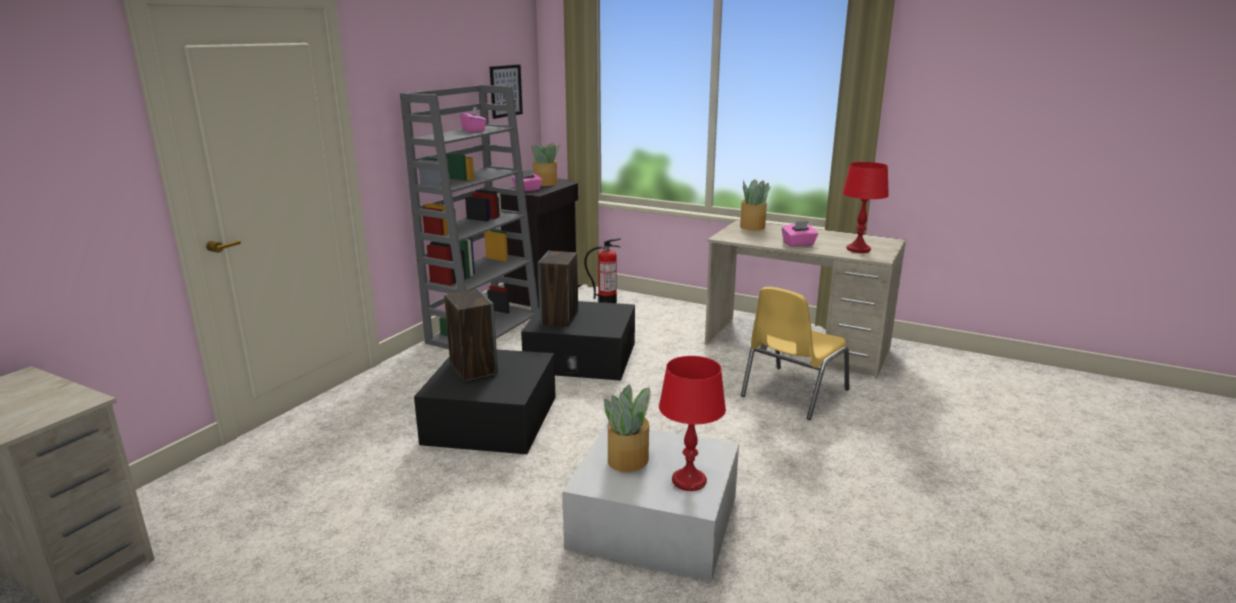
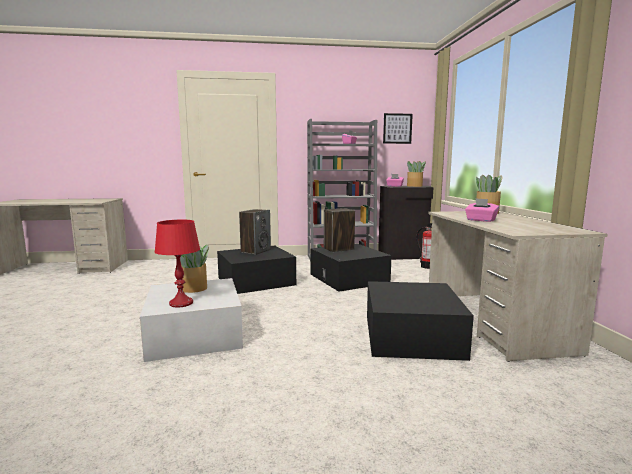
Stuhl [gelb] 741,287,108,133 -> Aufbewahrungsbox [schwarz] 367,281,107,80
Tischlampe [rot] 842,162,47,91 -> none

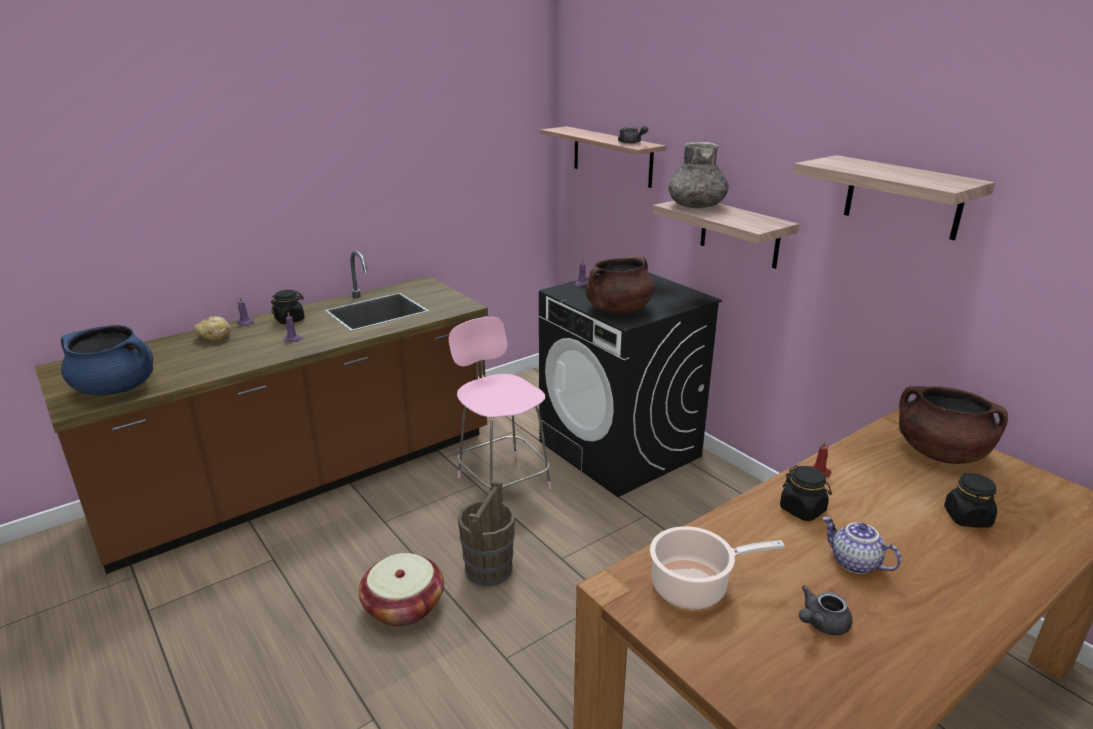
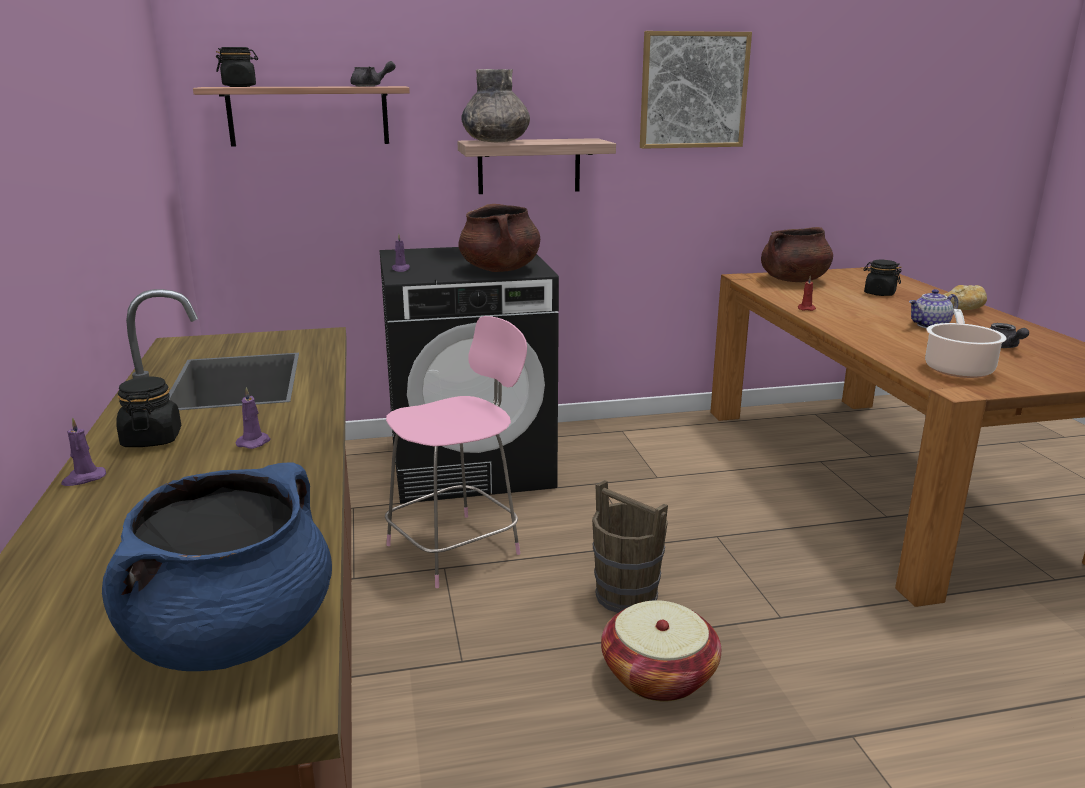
Brot 194,316,37,25 -> Brot 943,285,44,25, moved
Stuhl [rosa] 449,317,102,175 -> Stuhl [rosa] 385,316,142,272, 150 degrees clockwise
Vorratsglas [schwarz] 780,465,52,56 -> Vorratsglas [schwarz] 216,47,42,40, moved
Wandregal 793,155,202,85 -> Bild 640,31,112,118

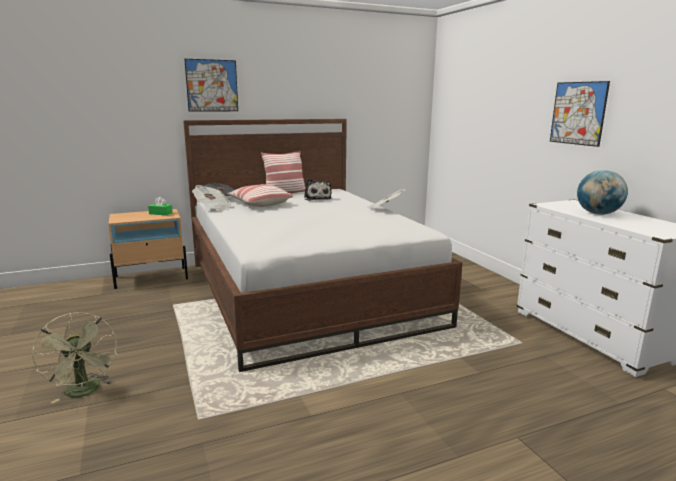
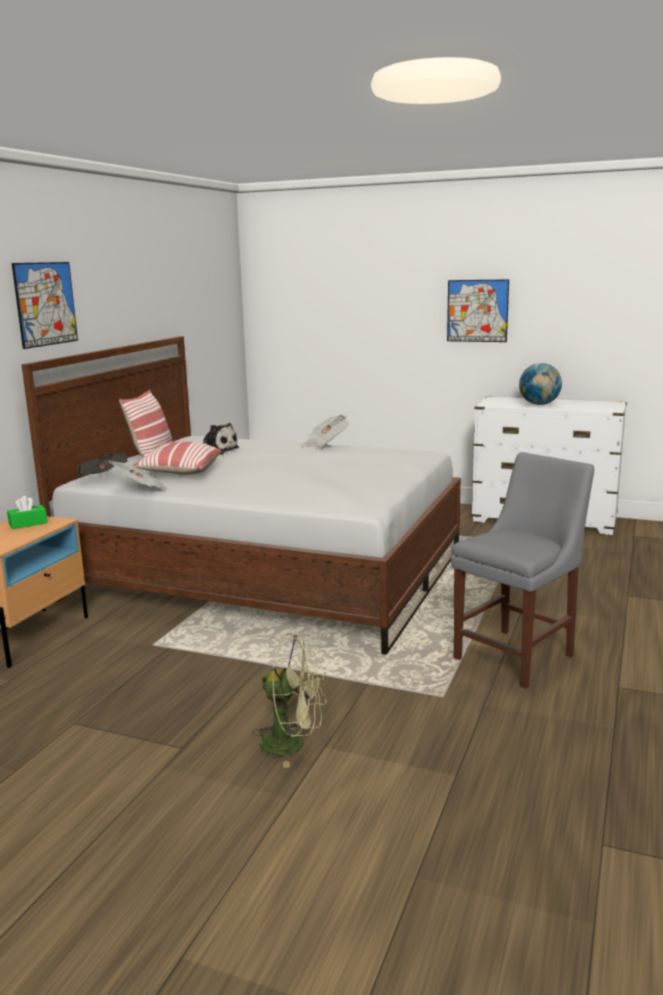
none -> Stuhl [grau] 451,452,143,237

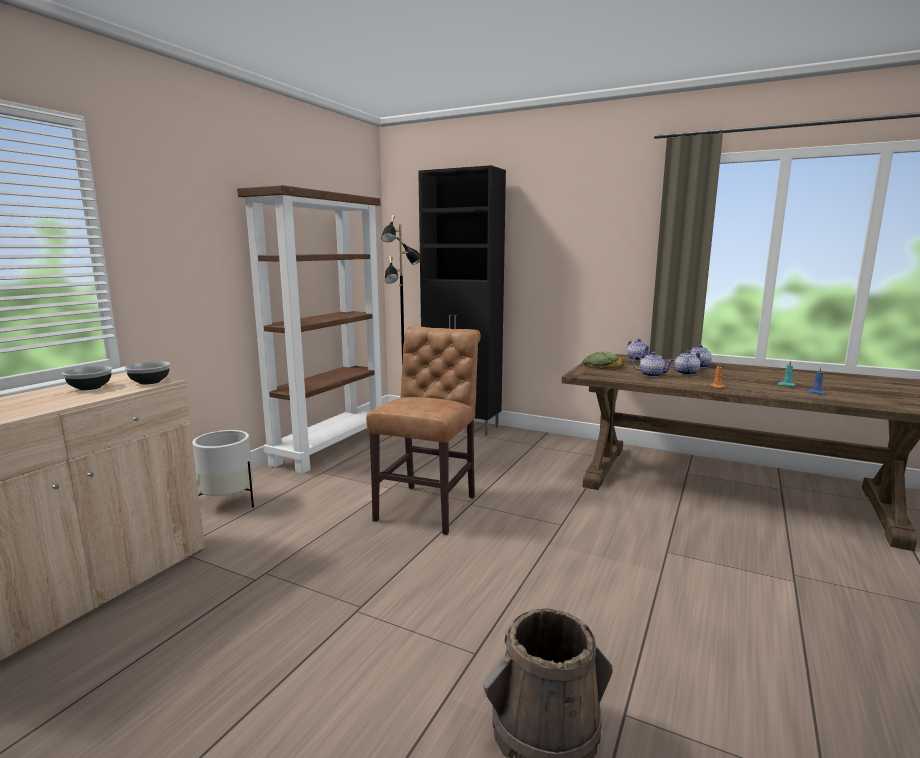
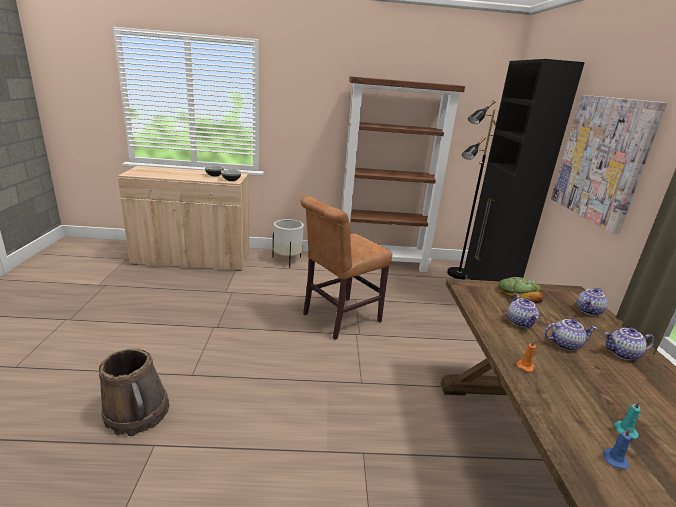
Stuhl [braun] 366,326,115,209 -> Stuhl [braun] 300,196,92,144, 150 degrees clockwise
none -> Bild 551,95,116,139

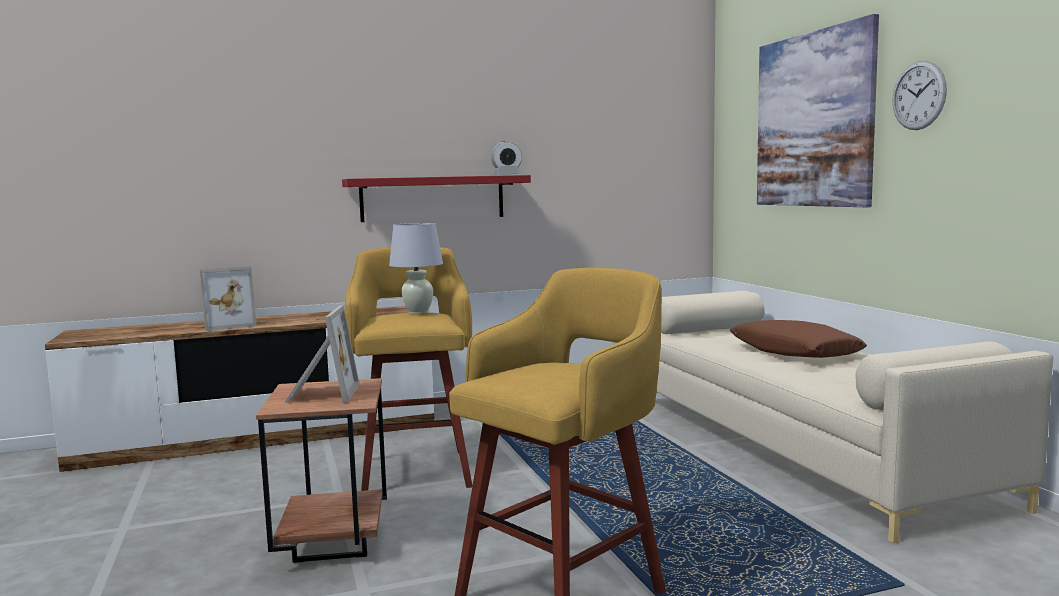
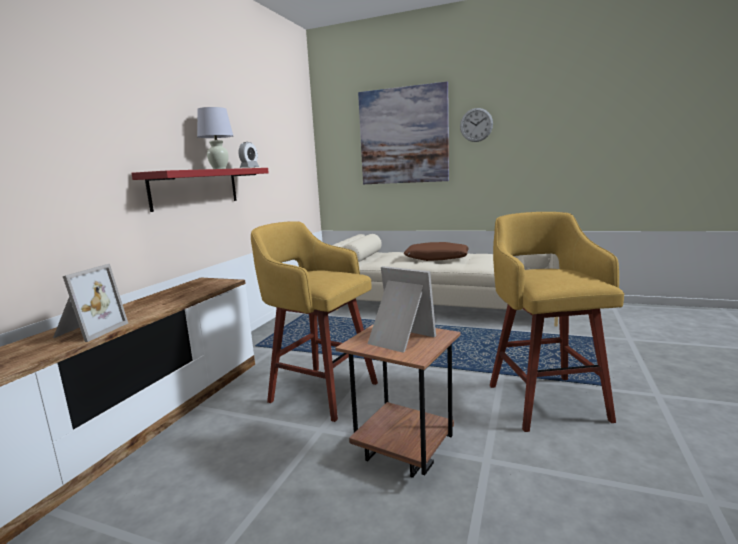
Tischlampe [weiß] 389,223,54,91 -> Tischlampe [weiß] 197,107,36,62, moved

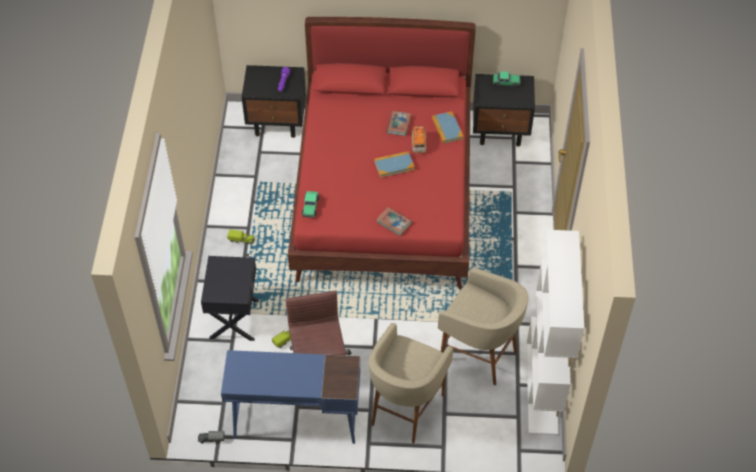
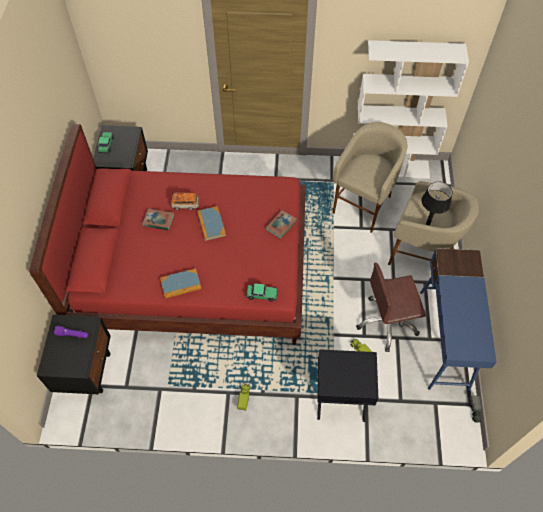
Buch 432,111,32,33 -> Buch 160,268,41,31, moved
none -> Tischlampe [schwarz] 421,182,32,44

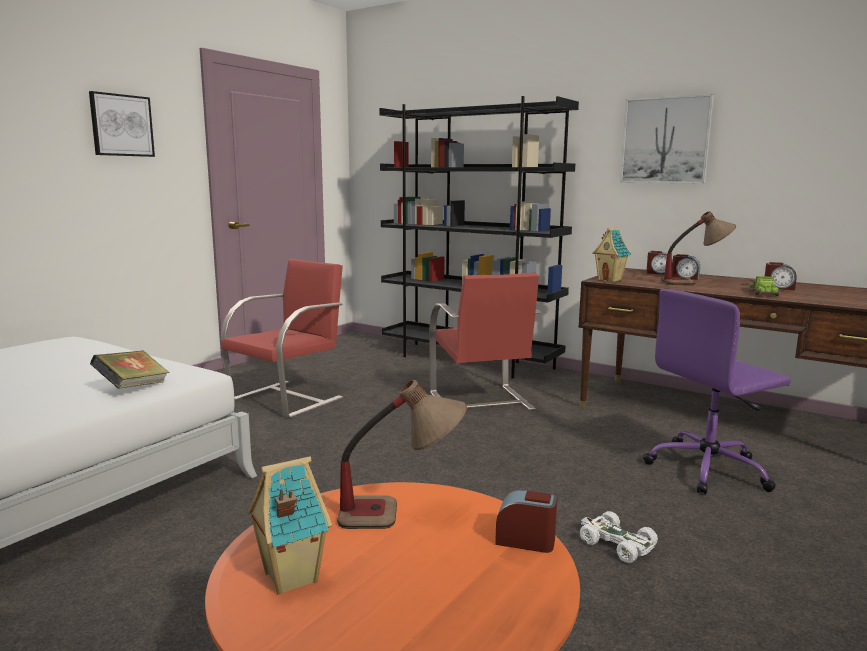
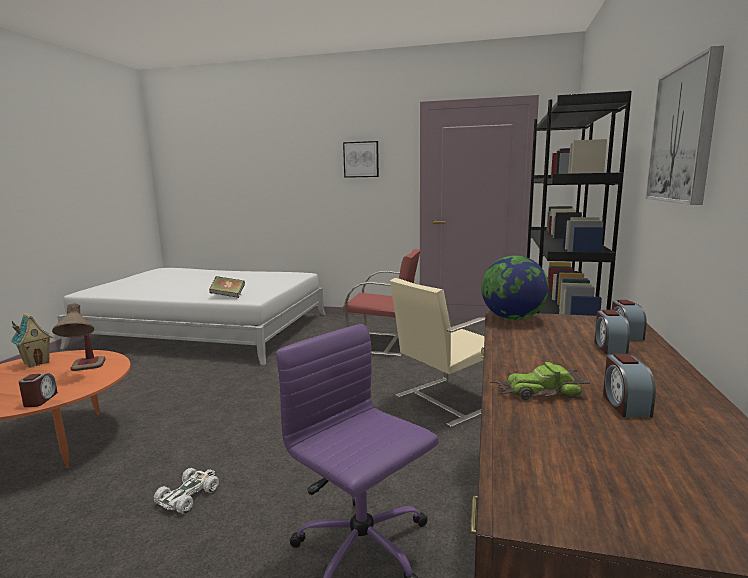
Stuhl [rot] 429,273,112,138 -> Stuhl [beige] 390,278,95,150
Spielzeughaus 593,227,38,55 -> Globus 481,255,68,65
Tischlampe 661,211,75,74 -> none

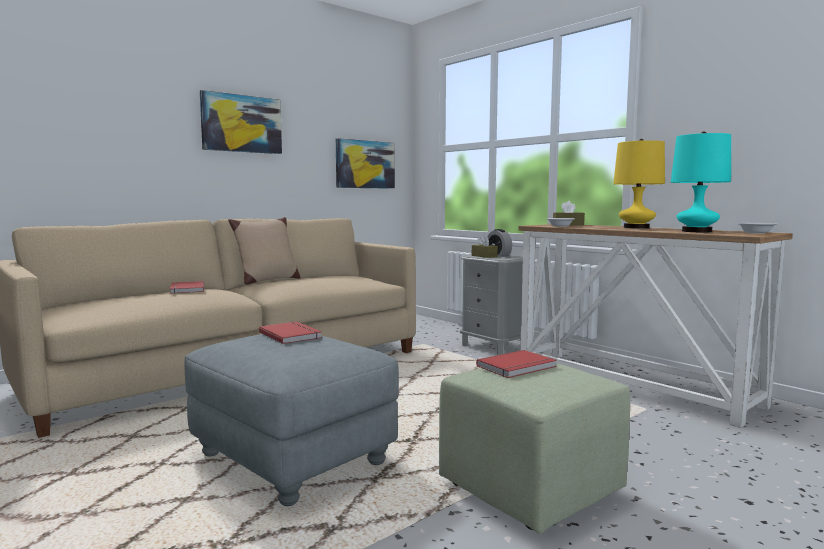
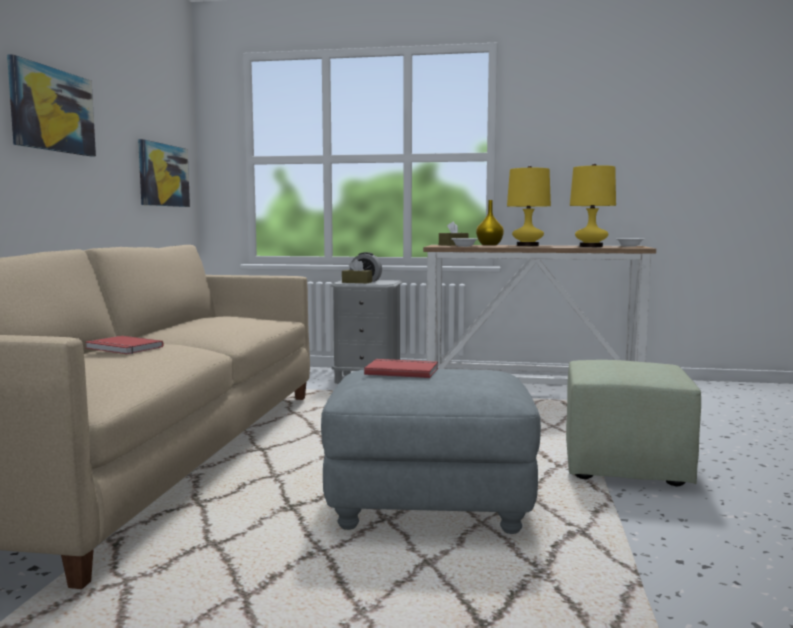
Kissen [beige] 228,217,73,67 -> none
Buch [rot] 476,350,81,28 -> none
Tischlampe [türkis] 671,131,60,101 -> Tischlampe [gelb] 570,164,46,83
none -> Vase [gelb] 476,200,28,45

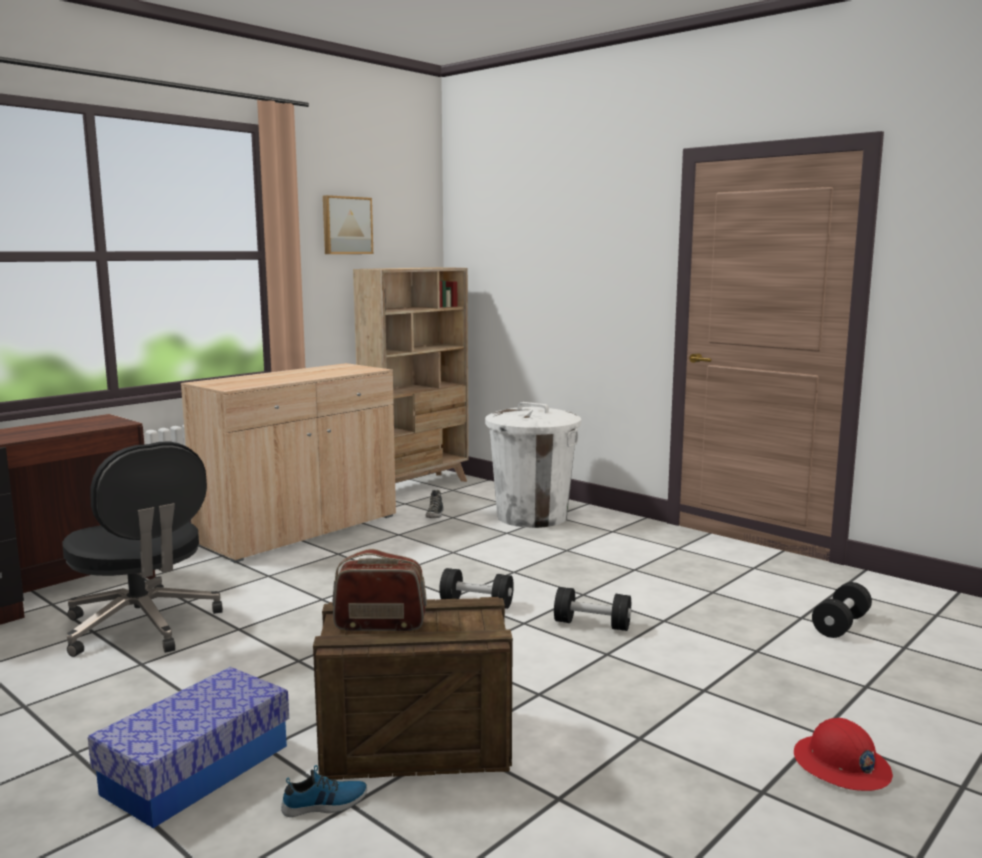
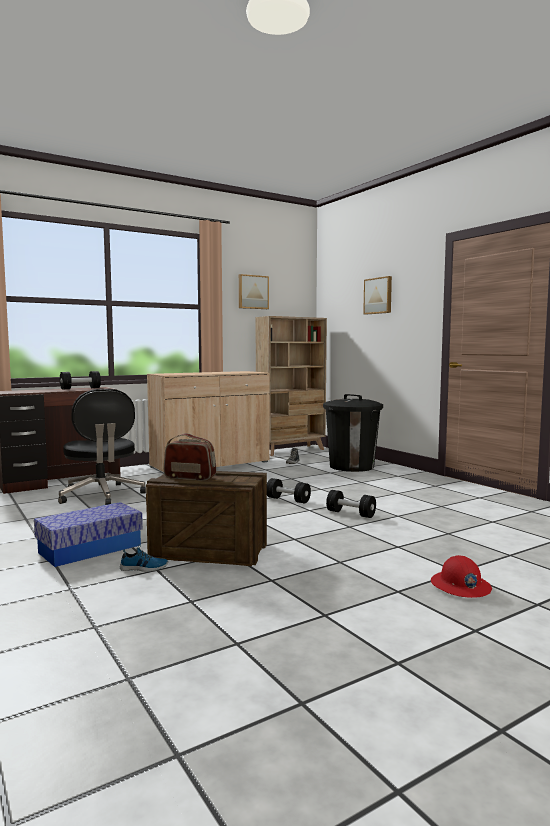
Mülleimer [weiß] 485,402,96,126 -> Mülleimer [schwarz] 323,394,60,78
Hantel [schwarz] 812,582,60,56 -> Hantel [schwarz] 60,371,41,19, moved
none -> Bild 363,276,29,39

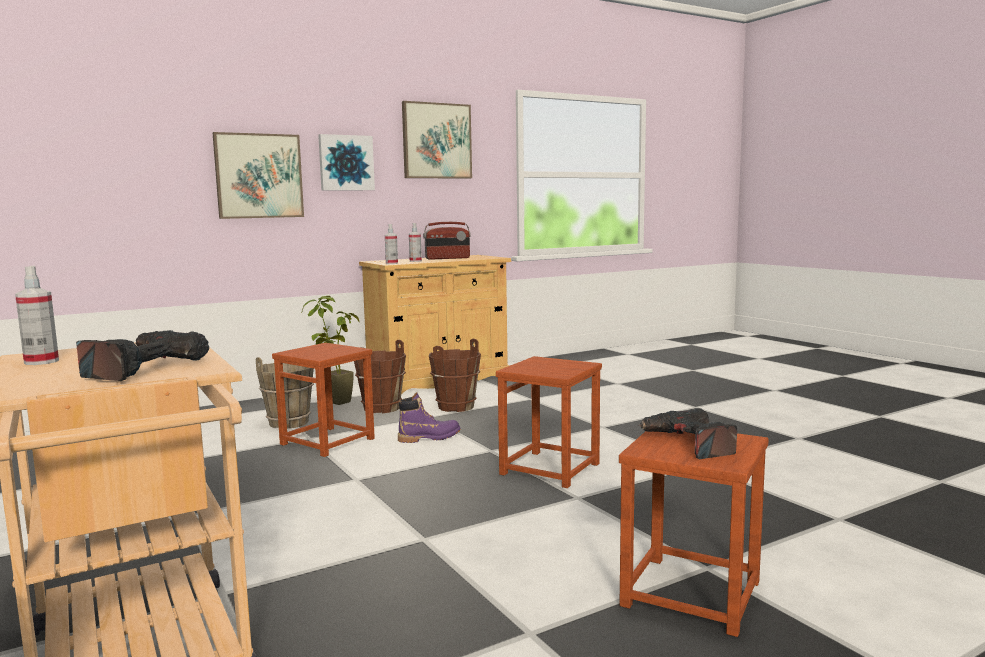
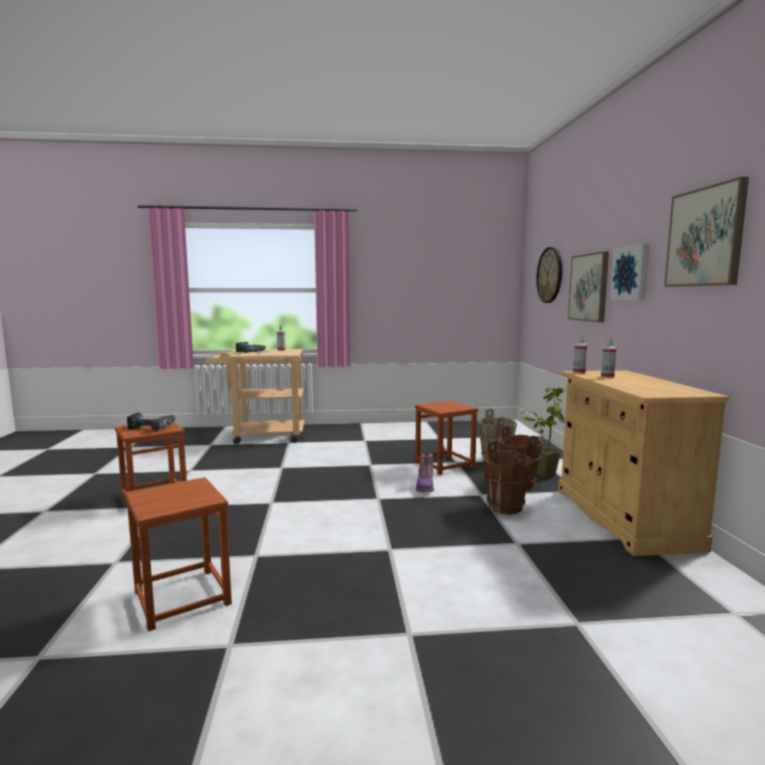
Radio 423,222,48,38 -> none
Hocker [braun] 496,356,106,132 -> Hocker [braun] 125,477,107,154, moved
none -> Wanduhr 536,247,26,56

